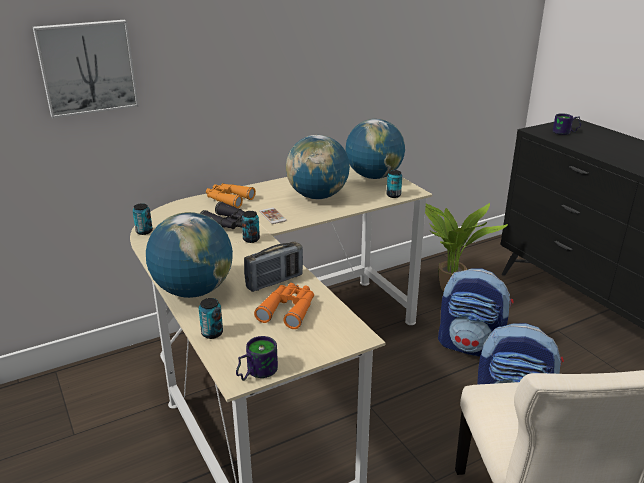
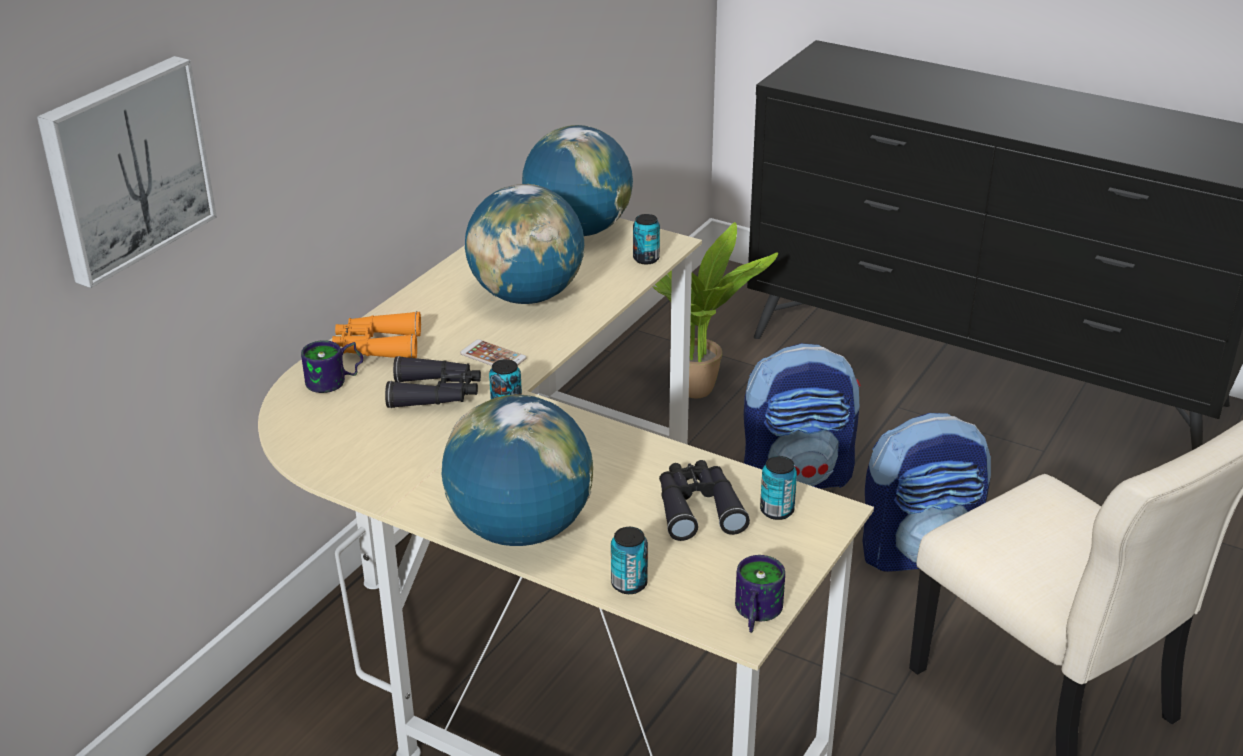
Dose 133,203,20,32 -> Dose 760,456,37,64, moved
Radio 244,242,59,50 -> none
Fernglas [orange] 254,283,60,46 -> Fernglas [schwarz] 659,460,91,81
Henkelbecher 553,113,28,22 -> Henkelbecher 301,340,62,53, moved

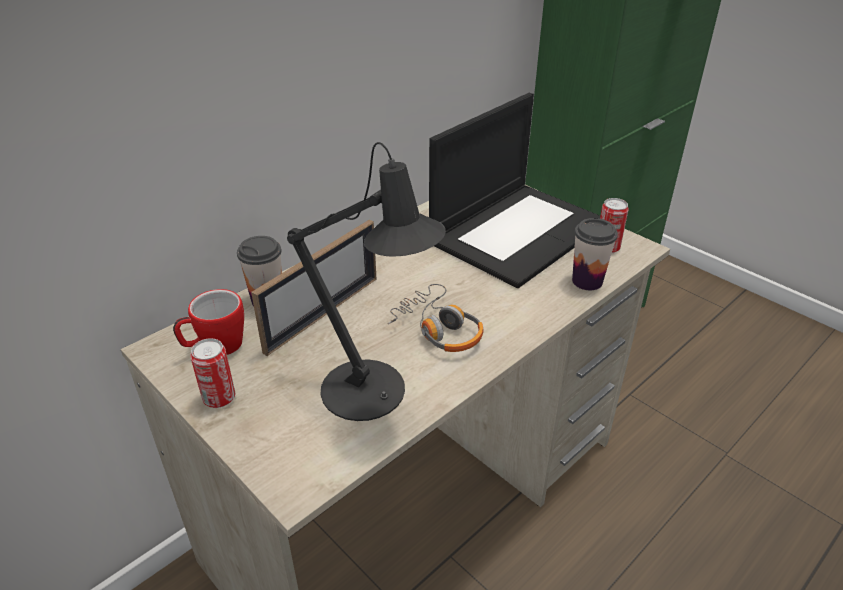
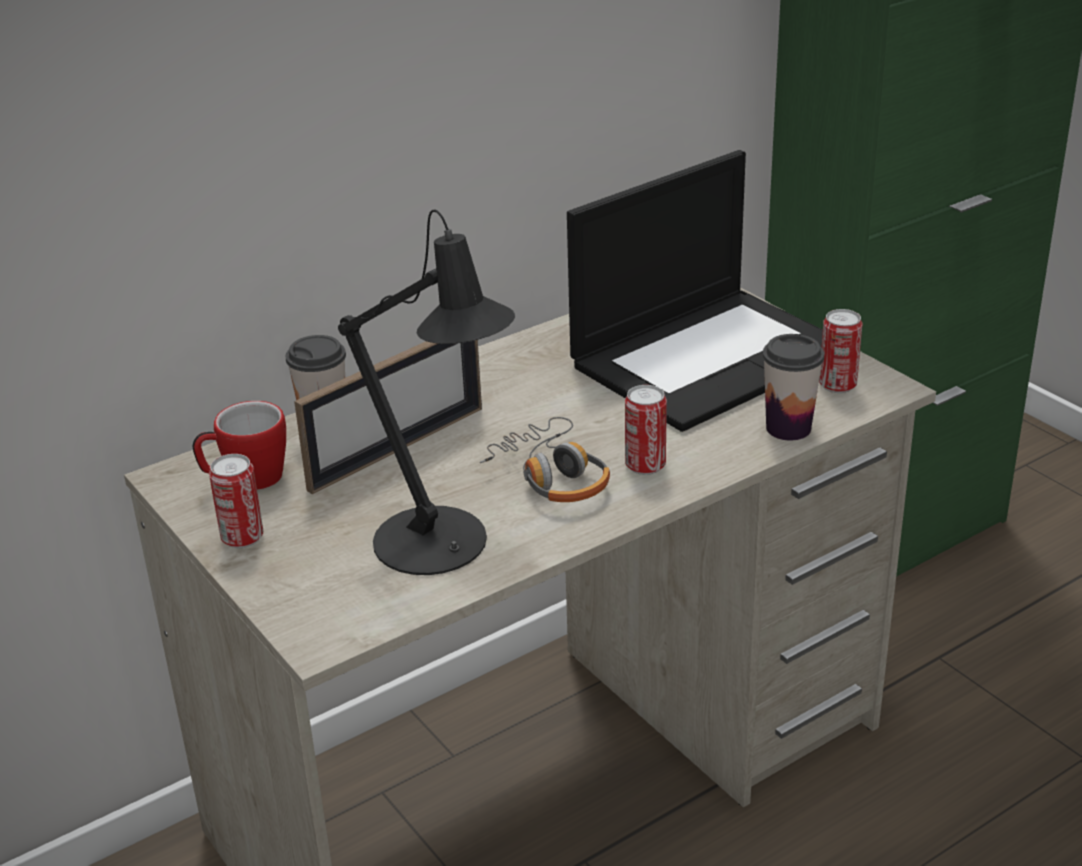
none -> Dose 625,385,42,90

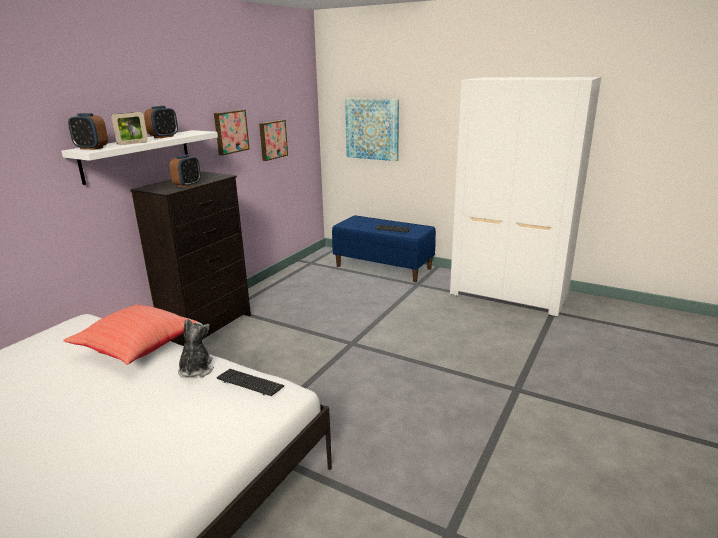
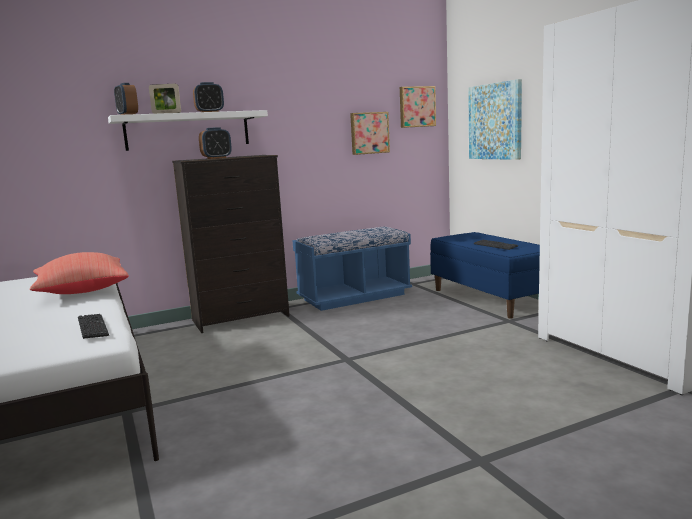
Plüschtier 178,318,36,60 -> none
Bild 214,110,36,45 -> Bild 400,86,36,42, moved
none -> Bank [blau] 292,227,120,84

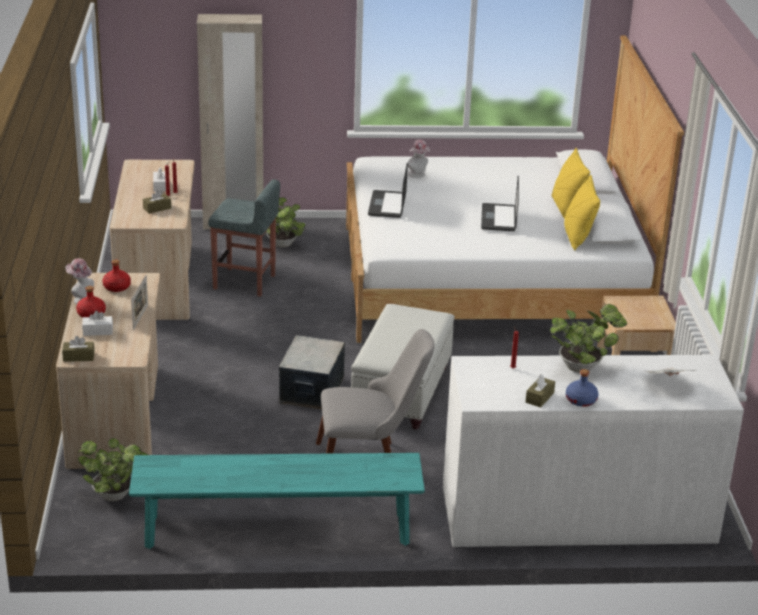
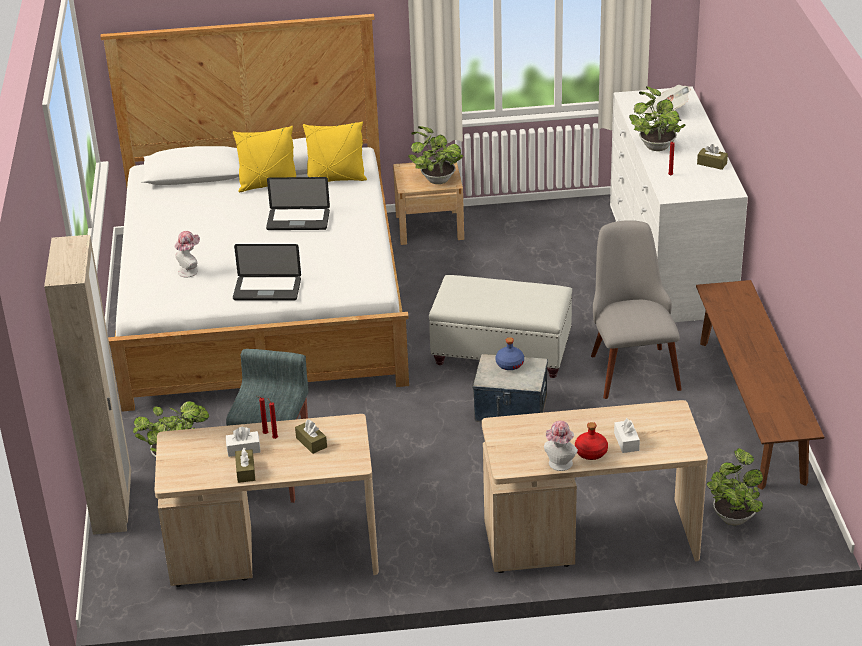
Taschentuchbox [braun] 62,336,33,26 -> Taschentuchbox [braun] 235,448,20,35, moved
Flasche [rot] 103,260,28,32 -> none
Bank [türkis] 129,453,296,96 -> Bank [braun] 696,280,128,210
Bilderrahmen 131,275,17,55 -> none
Flasche [blau] 566,369,33,38 -> Flasche [blau] 495,337,29,33, moved
none -> Topfpflanze 408,126,55,58

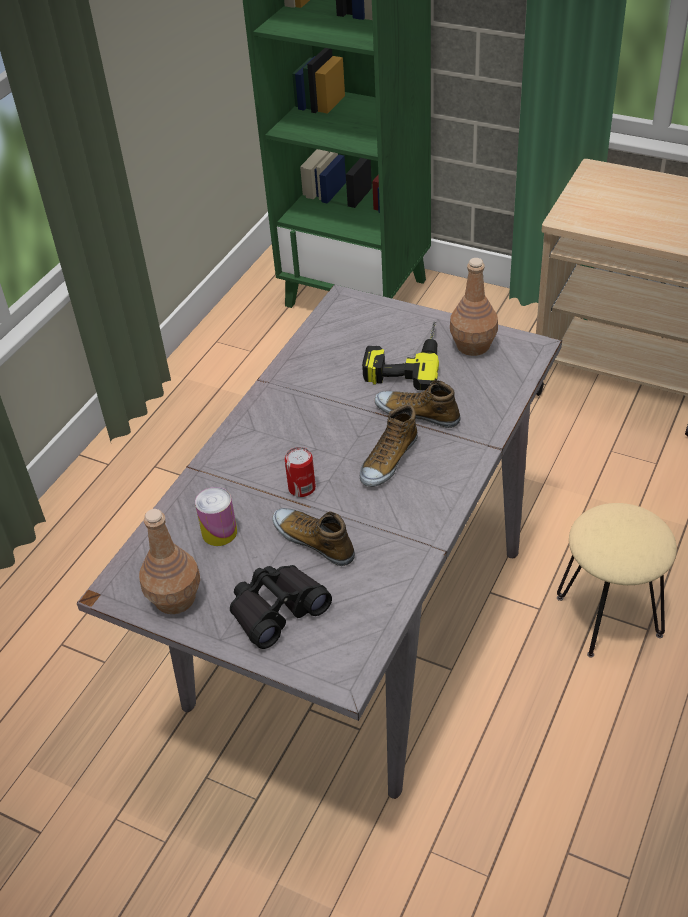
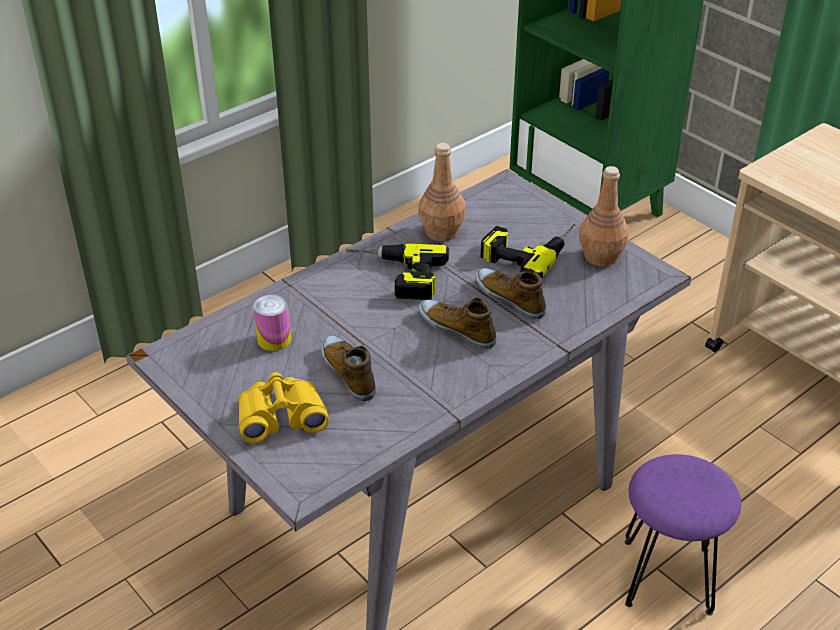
Flasche [braun] 139,509,61,105 -> Flasche [braun] 418,143,48,98, moved
Fernglas [schwarz] 230,565,102,84 -> Fernglas [gelb] 238,372,91,71
Dose 285,447,31,50 -> none
Schuh 360,405,58,82 -> Schuh 419,297,77,52, 75 degrees clockwise
Hocker [beige] 557,503,120,155 -> Hocker [lila] 625,454,116,161
none -> Bohrmaschine 346,244,103,56

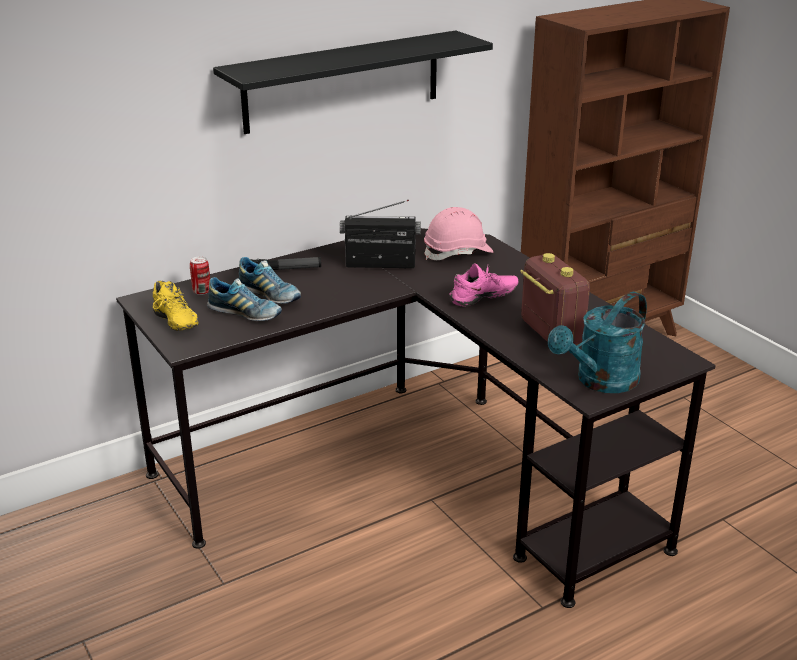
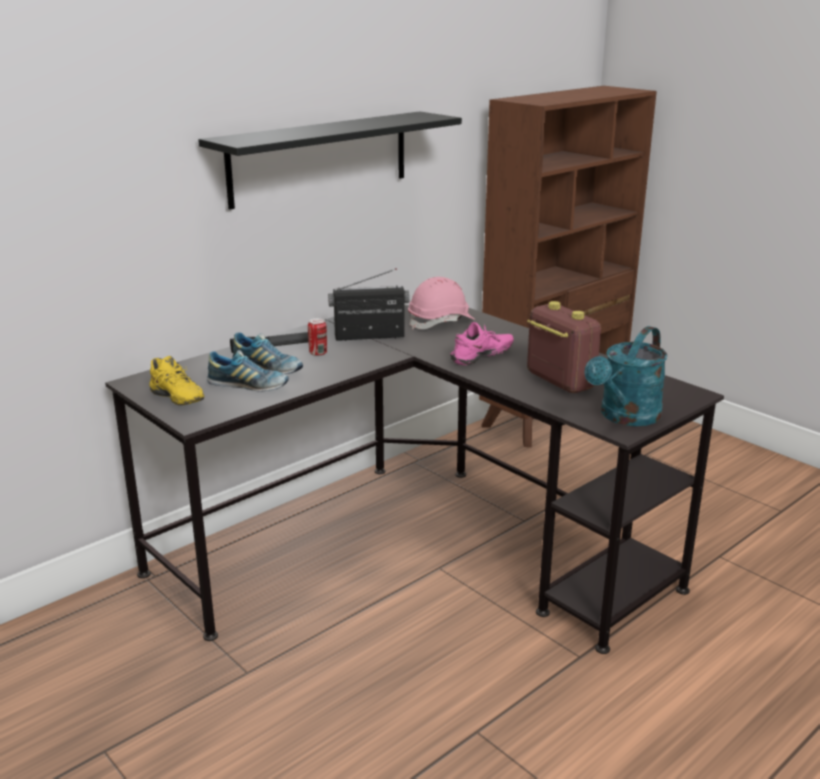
Dose 190,256,20,39 -> Dose 308,318,19,38, moved

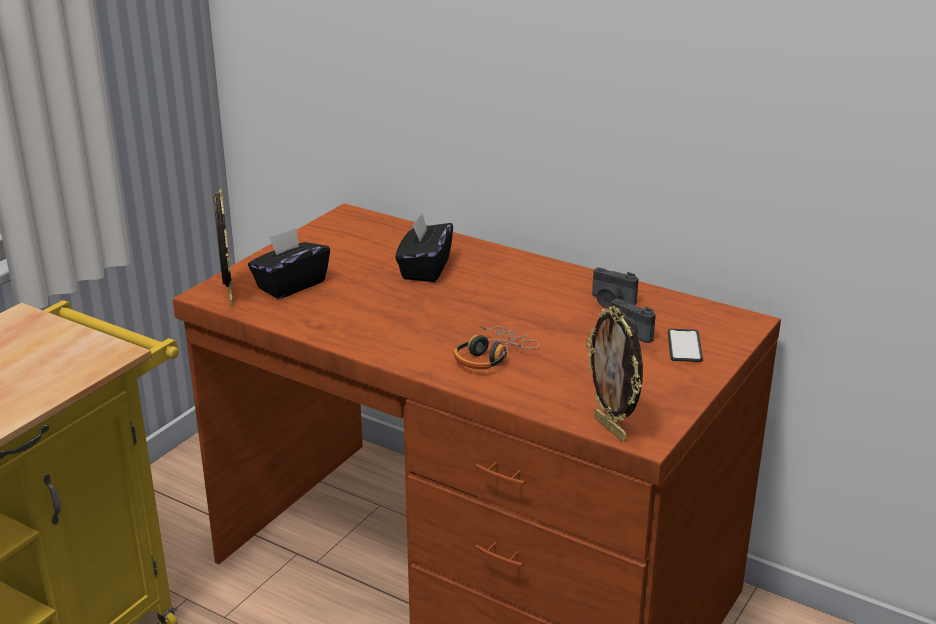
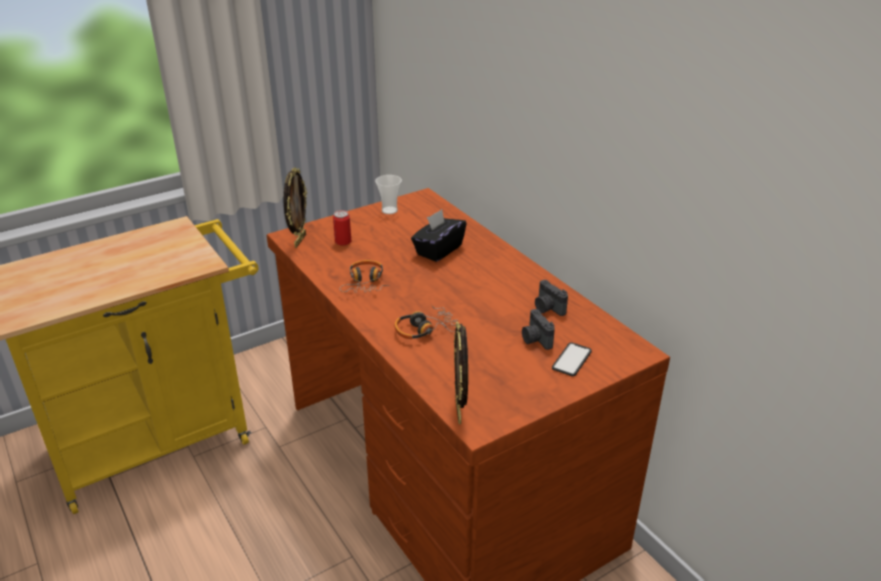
Taschentuchbox [schwarz] 248,228,82,71 -> Dose 333,210,18,35
none -> Kopfhörer 339,260,50,33
none -> Tasse 375,175,27,39

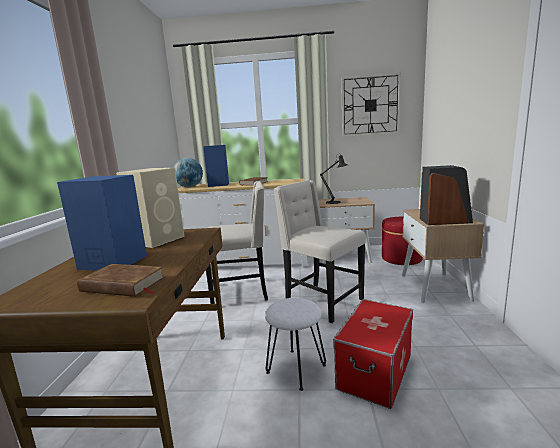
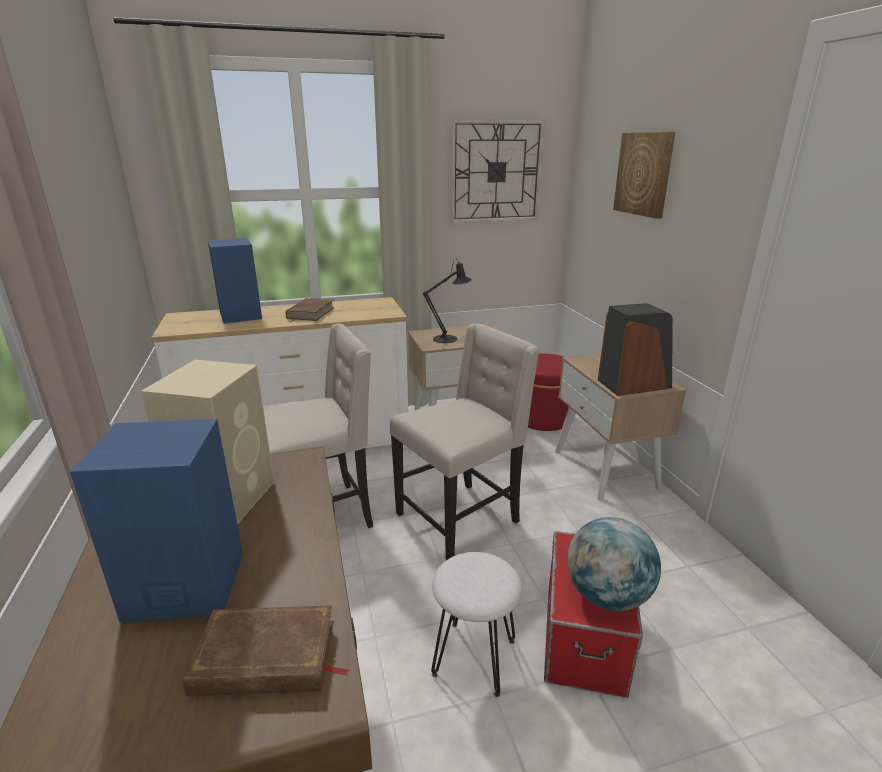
Globus 173,158,30,29 -> Globus 567,517,94,94, moved
Stuhl [beige] 274,180,92,143 -> Stuhl [beige] 390,323,150,237, 120 degrees clockwise
none -> Bild 613,132,62,87

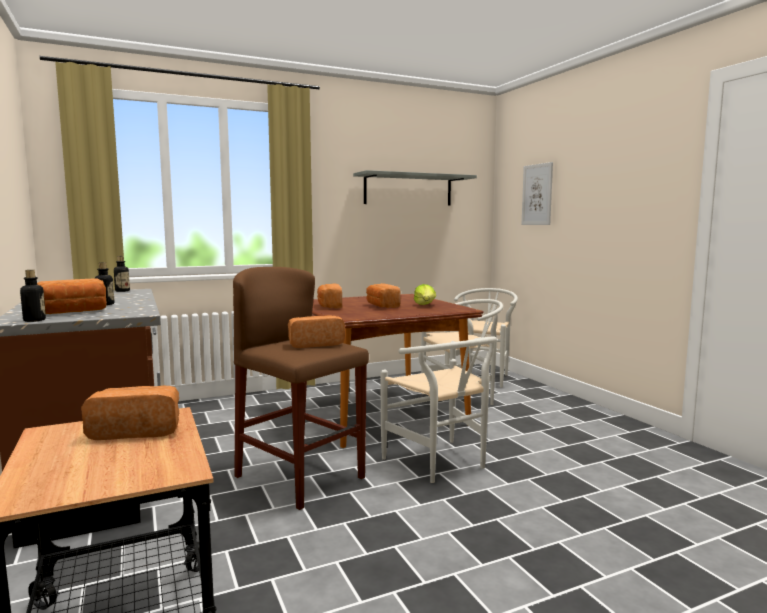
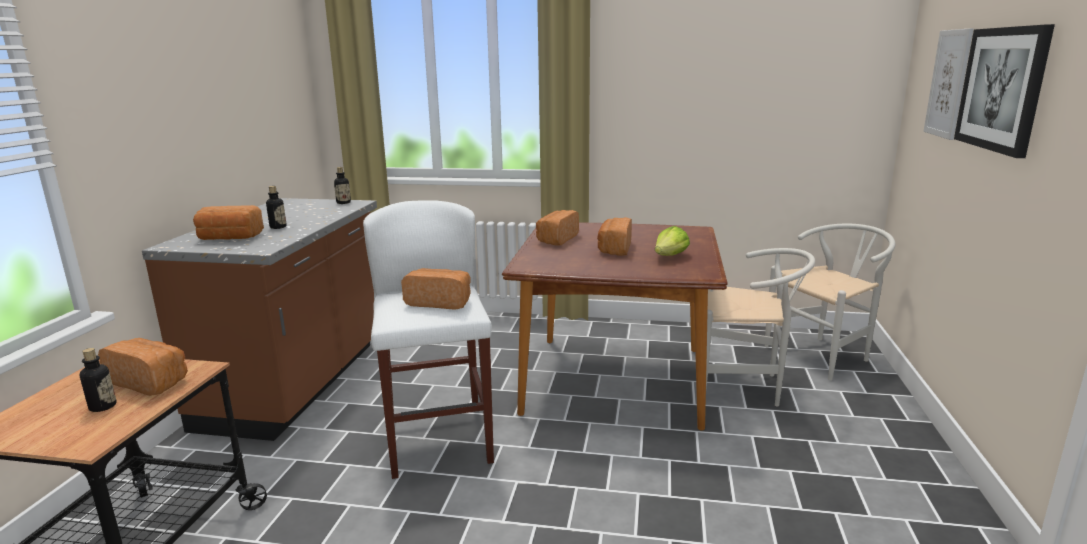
Flasche 20,270,26,52 -> Flasche 80,348,37,64, moved
Hocker [braun] 233,267,136,243 -> Hocker [weiß] 363,200,131,279
Wandregal [grau] 353,170,124,36 -> none
Stuhl [weiß] 380,336,117,147 -> none
none -> Bild 954,24,101,134

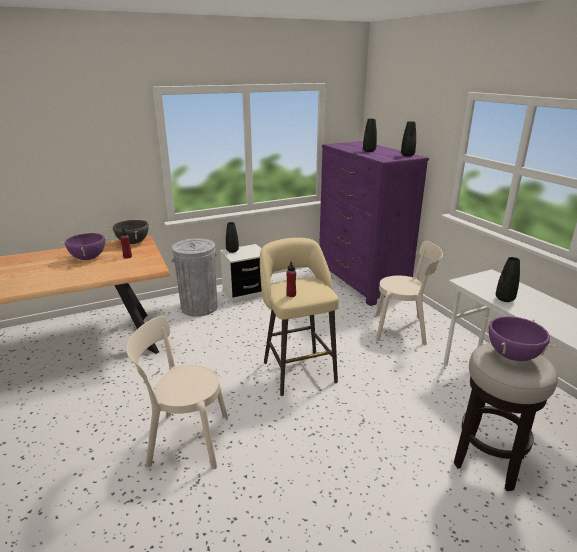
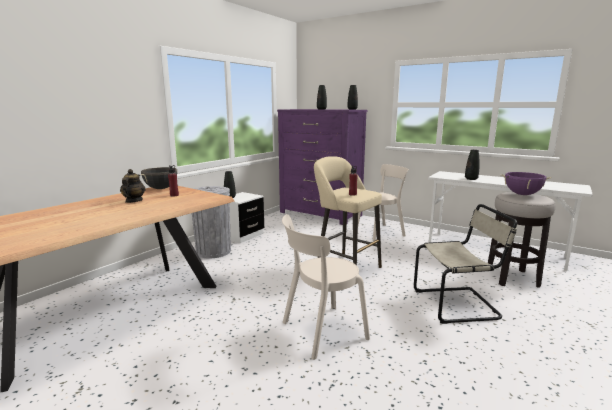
Kochtopf [lila] 60,233,49,27 -> Teekanne 120,169,25,34
none -> Stuhl [beige] 414,204,103,120

